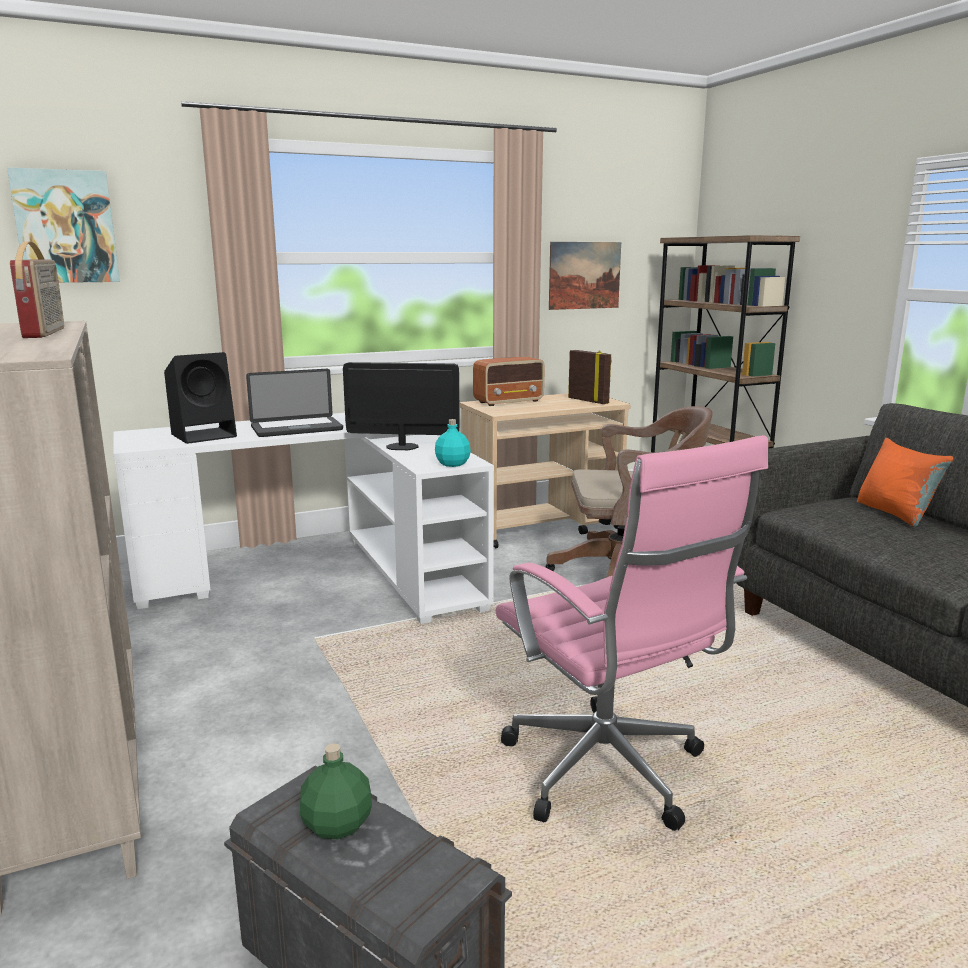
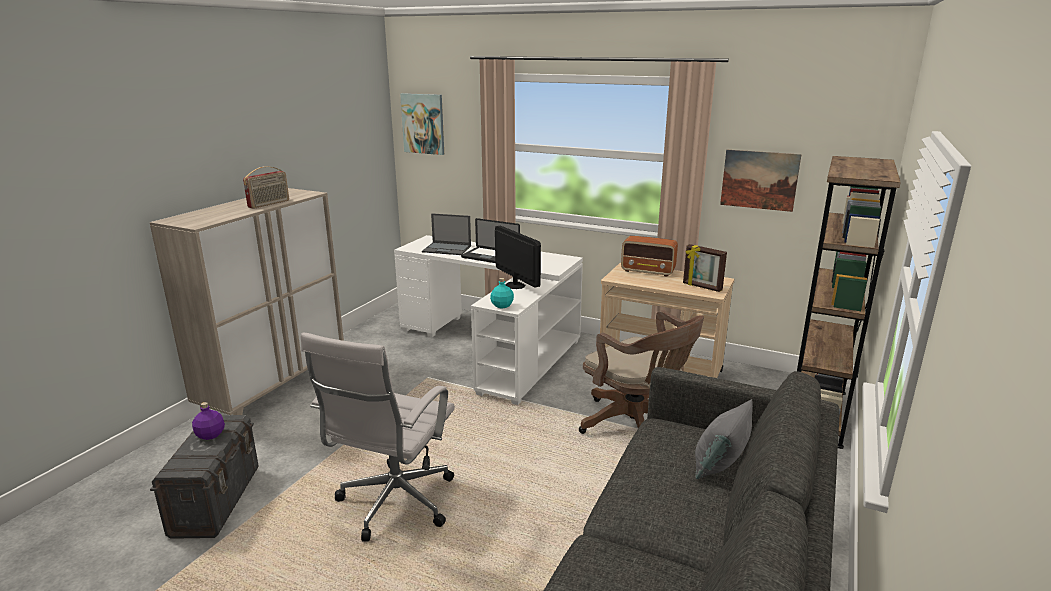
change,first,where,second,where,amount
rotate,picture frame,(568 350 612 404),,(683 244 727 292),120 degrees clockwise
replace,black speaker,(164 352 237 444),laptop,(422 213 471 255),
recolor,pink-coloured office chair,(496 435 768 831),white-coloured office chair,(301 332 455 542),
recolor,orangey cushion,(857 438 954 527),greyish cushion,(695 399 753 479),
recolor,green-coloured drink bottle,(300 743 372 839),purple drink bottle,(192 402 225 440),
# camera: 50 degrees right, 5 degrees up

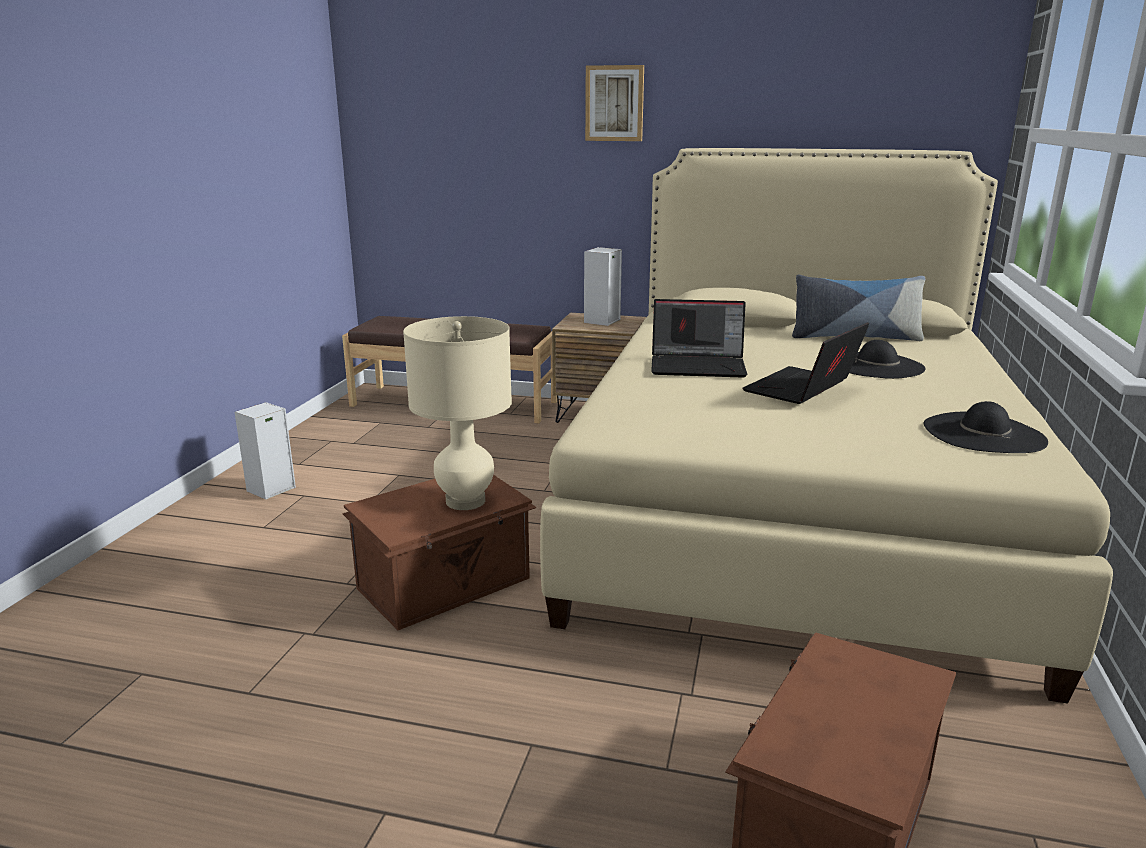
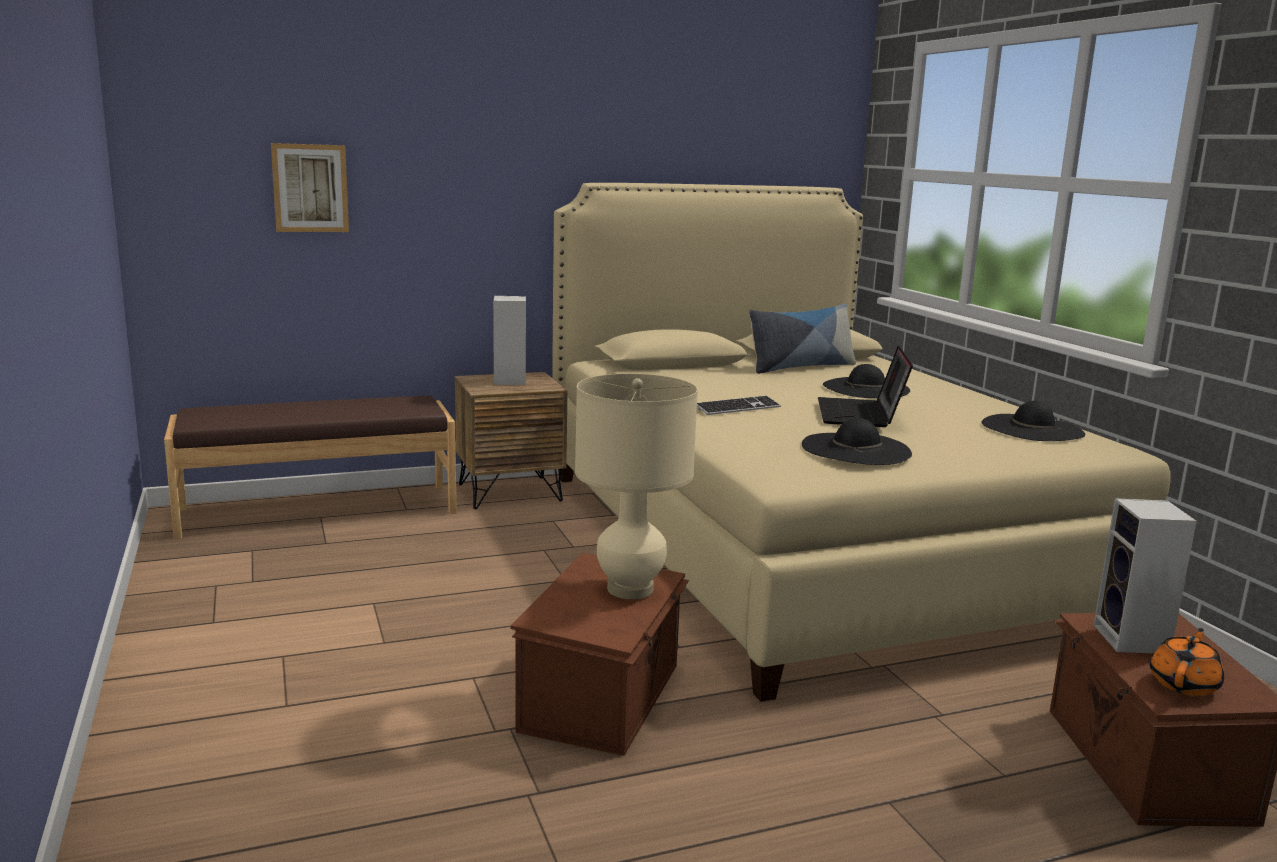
change,first,where,second,where,amount
move,wall art,(585 65 644 141),,(271 143 349 232),
replace,laptop,(651 299 747 378),keyboard,(697 396 781 415),
move,speaker,(235 402 296 500),,(1093 498 1197 654),
insert,,,black wearable hat,(802 418 912 465),
insert,,,orangey tea pot,(1150 628 1224 696),
# camera: 35 degrees left, 5 degrees down

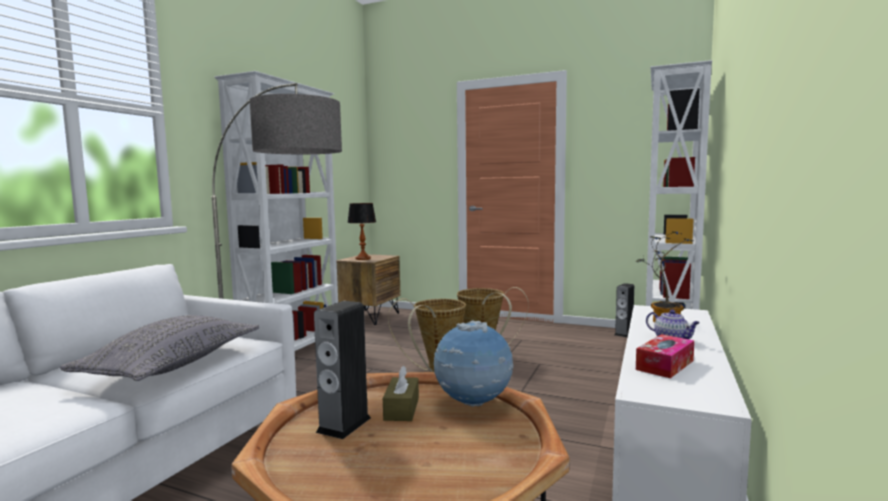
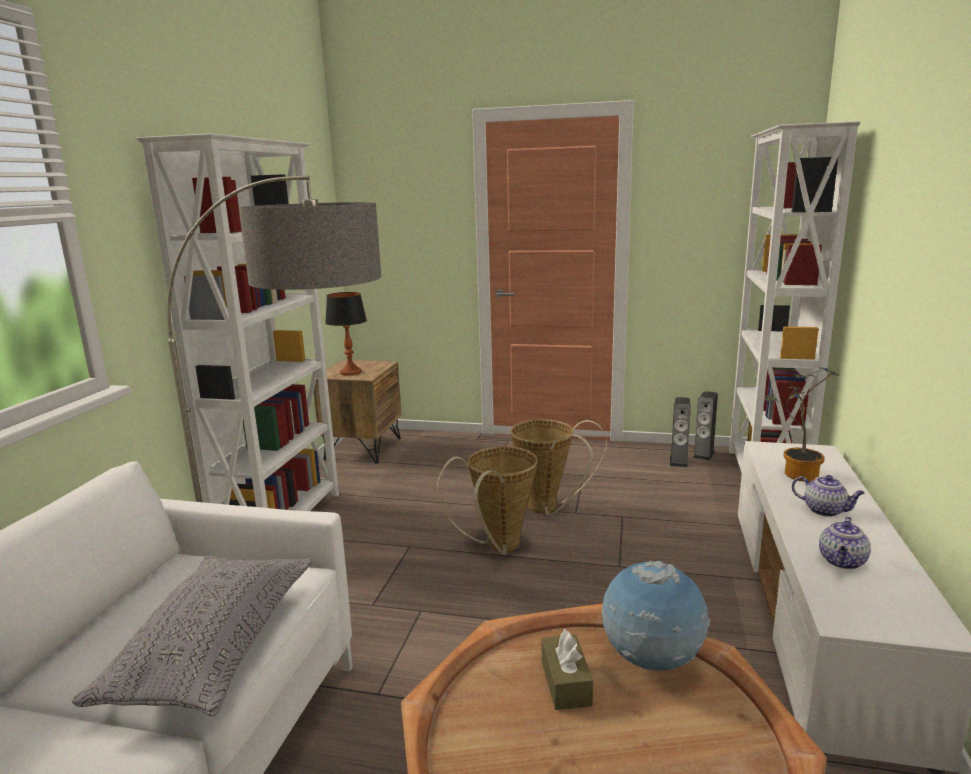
change,first,where,second,where,amount
move,speaker,(314 301 371 439),,(670 397 691 467),
replace,tissue holder,(636 334 694 378),tea pot,(819 517 871 569),
# camera: 10 degrees left, 10 degrees up

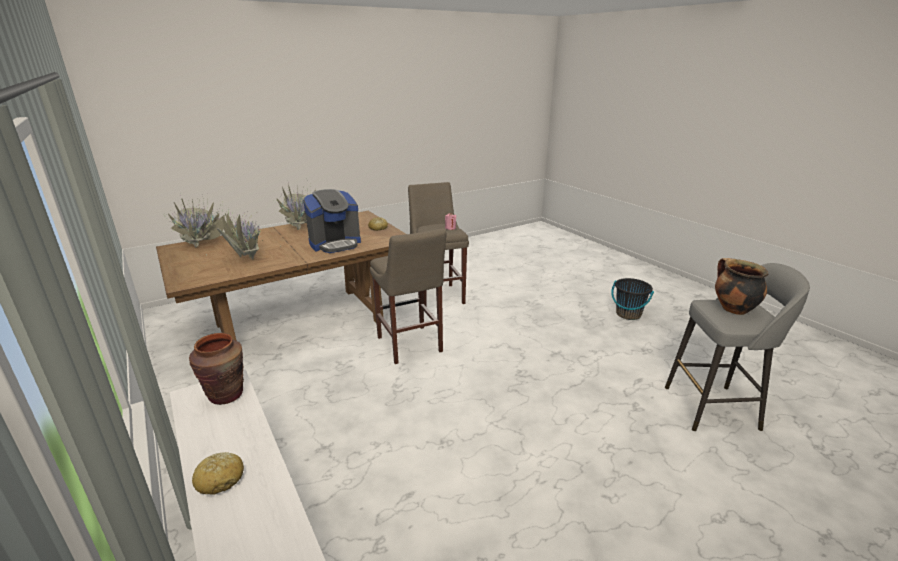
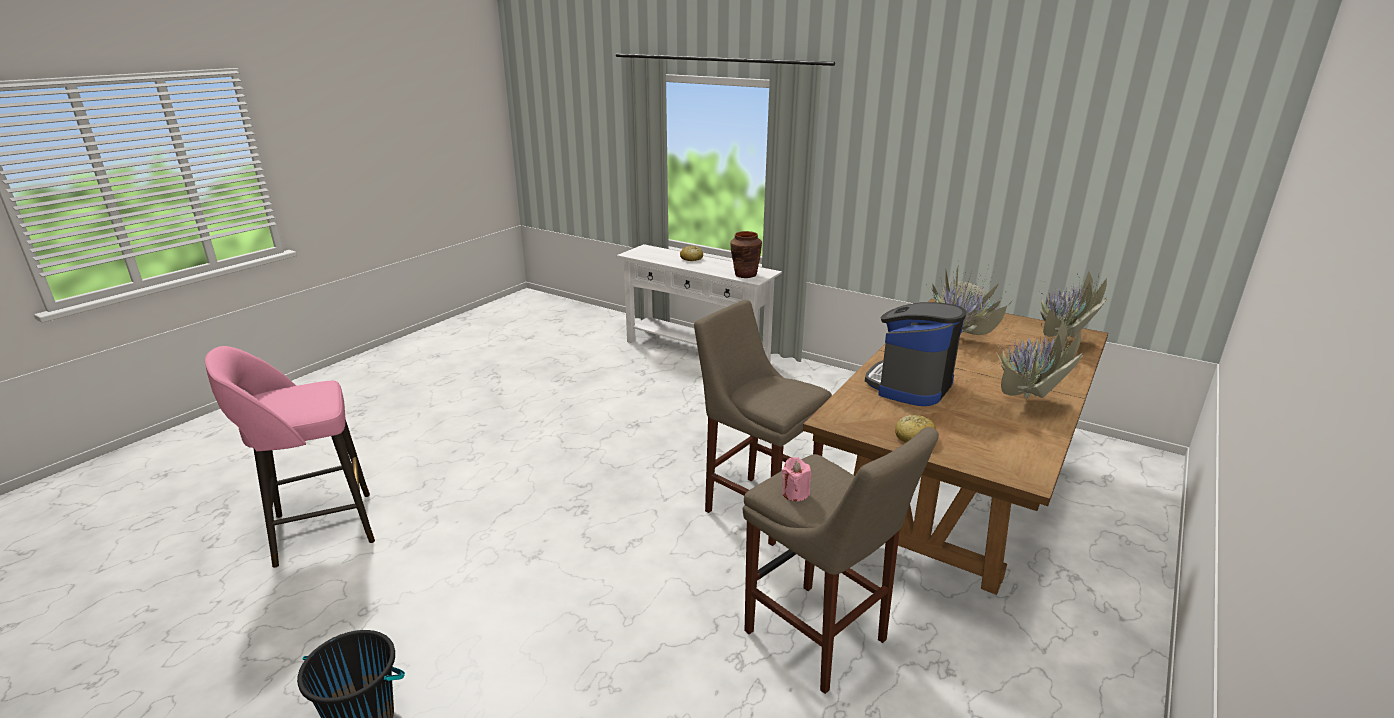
change,first,where,second,where,amount
delete,saucepot,(715 258 768 315),,,
recolor,greyish stool,(665 263 810 431),pink-coloured stool,(205 346 375 568),
# camera: 155 degrees right, 0 degrees up

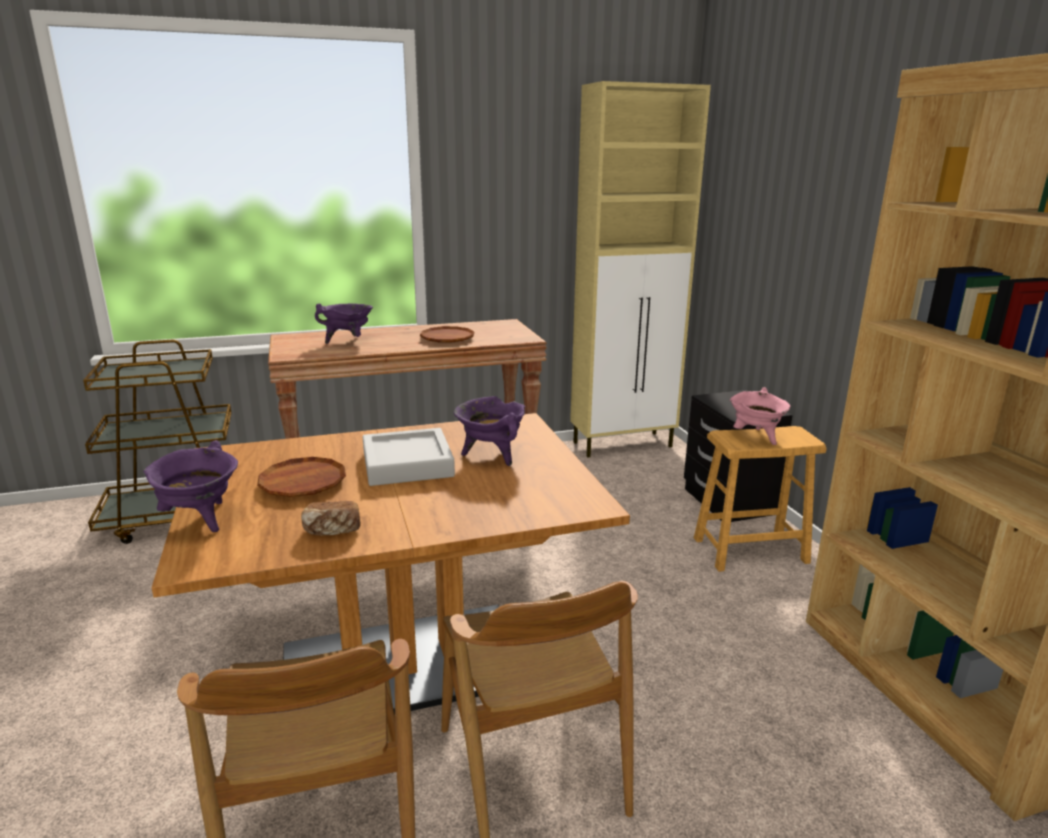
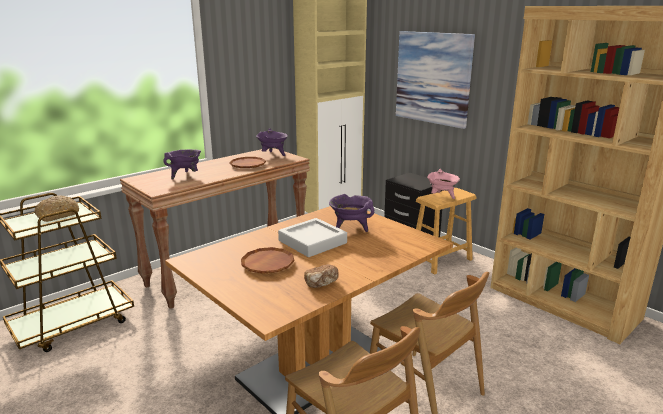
change,first,where,second,where,amount
move,purple saucepot,(143 440 238 532),,(256 128 288 156),
insert,,,wall art,(396 31 475 129),
insert,,,baked bread,(34 195 79 222),
# camera: 25 degrees left, 0 degrees up

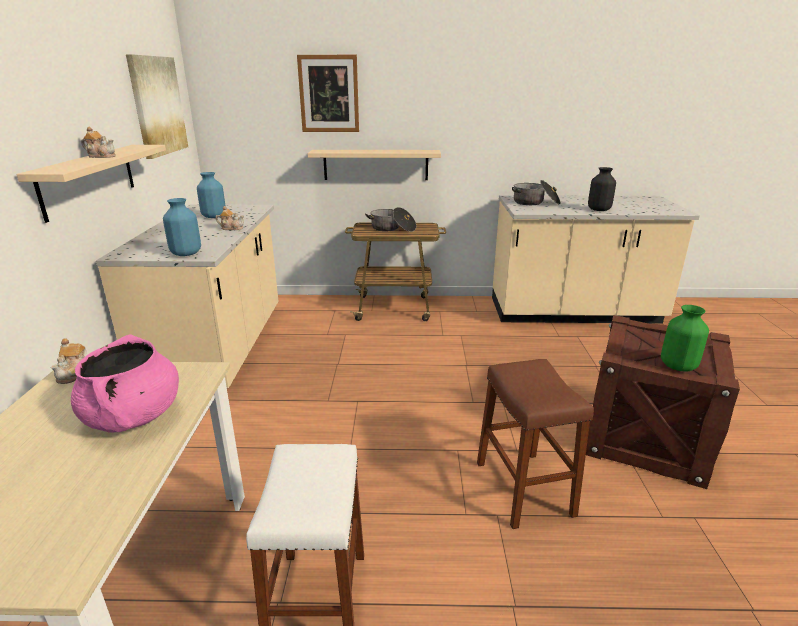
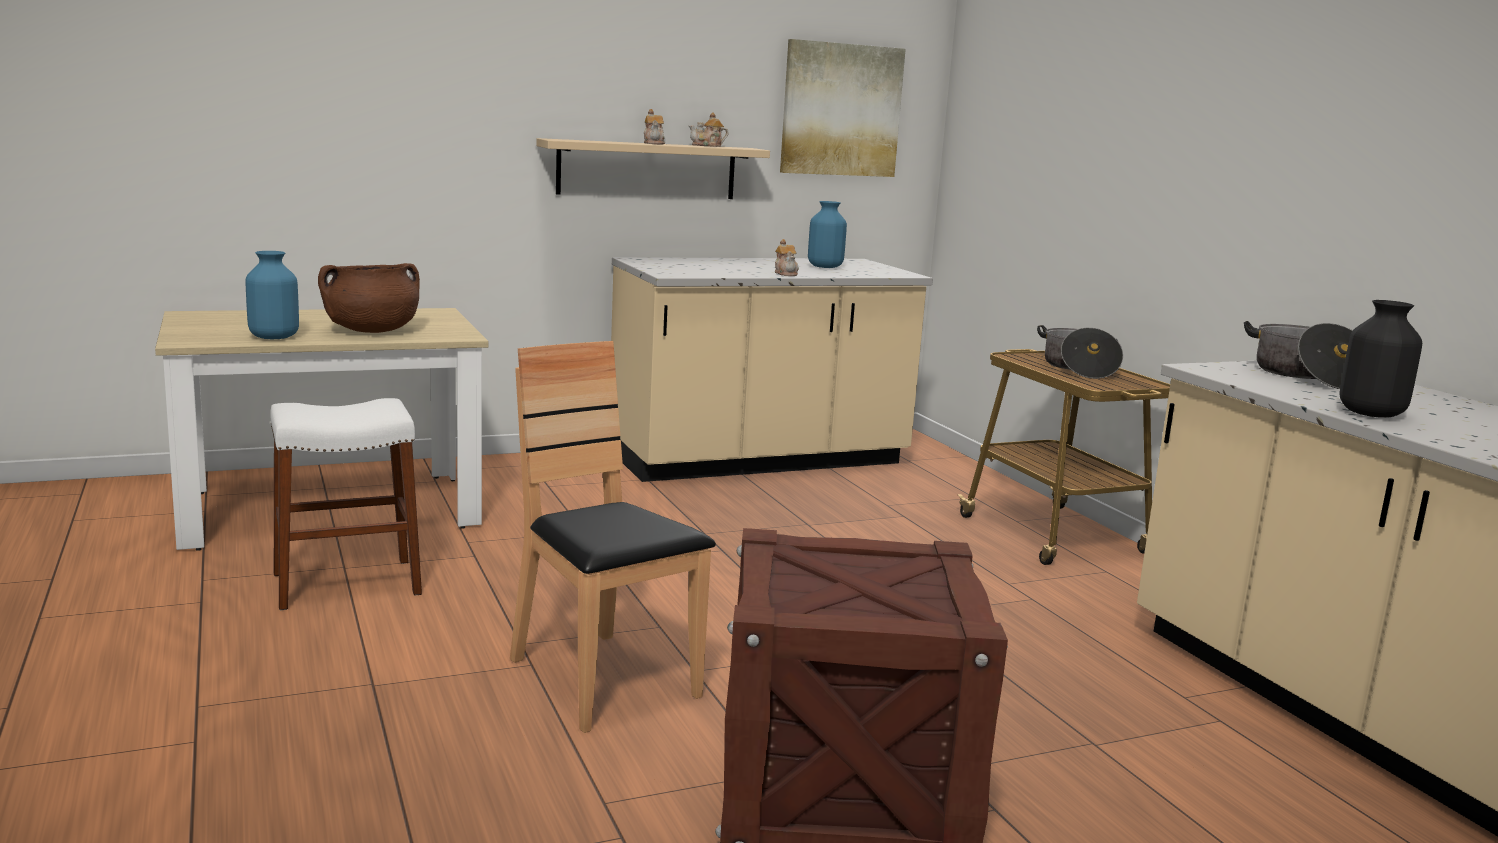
change,first,where,second,where,amount
delete,wall art,(297 55 359 132),,,
delete,beige wall shelf,(307 150 441 180),,,
move,blue-coloured flower vase,(163 198 201 256),,(245 251 299 339),
delete,green-coloured flower vase,(661 305 709 371),,,
recolor,pink-coloured saucepot,(71 334 179 433),brownish saucepot,(318 263 420 333),
move,tea pot,(51 338 86 384),,(689 113 729 147),
replace,brownish stool,(477 359 594 529),brownish chair,(510 341 716 733),
# camera: 65 degrees right, 10 degrees down

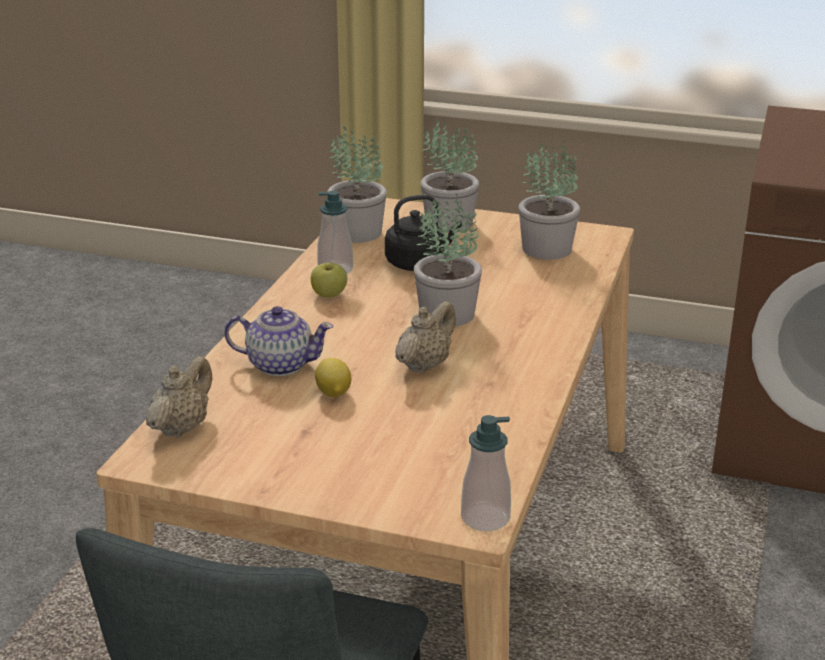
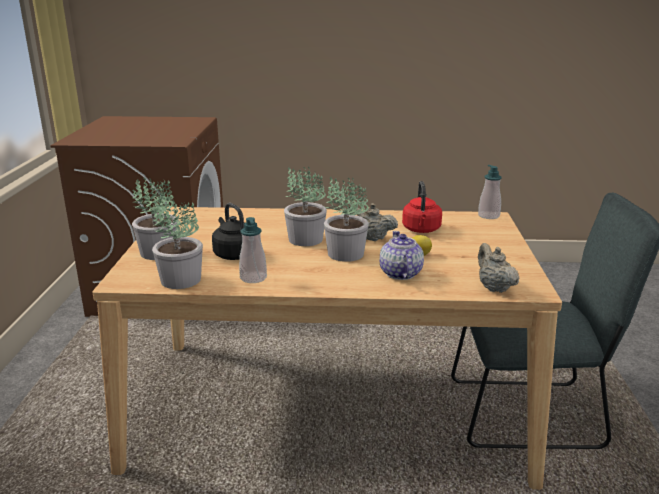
change,first,where,second,where,amount
move,houseplant,(519 139 580 260),,(324 177 369 262),
delete,apple,(311 263 347 298),,,
rotate,beige tea pot,(146 356 212 438),,(478 243 519 293),60 degrees clockwise
insert,,,reddish kettle,(402 181 442 233),
# camera: 105 degrees left, 5 degrees down

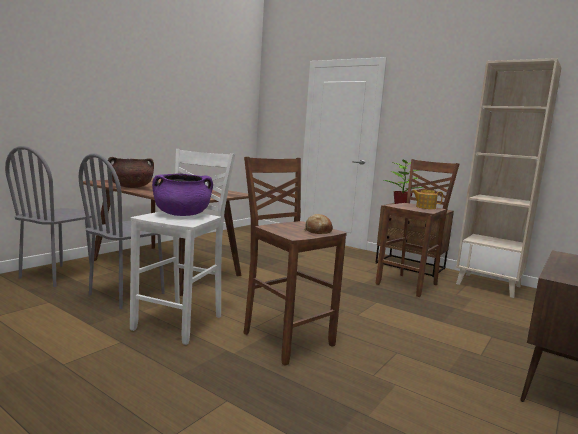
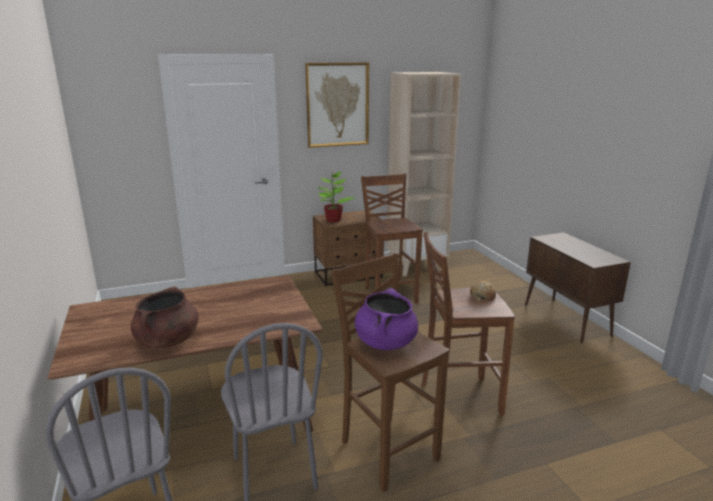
change,first,where,second,where,amount
recolor,white-coloured stool,(130 149 235 345),brownish stool,(331 253 449 492),
delete,tea pot,(411 189 443 209),,,
insert,,,wall art,(305 62 369 148),
# camera: 55 degrees left, 10 degrees up

